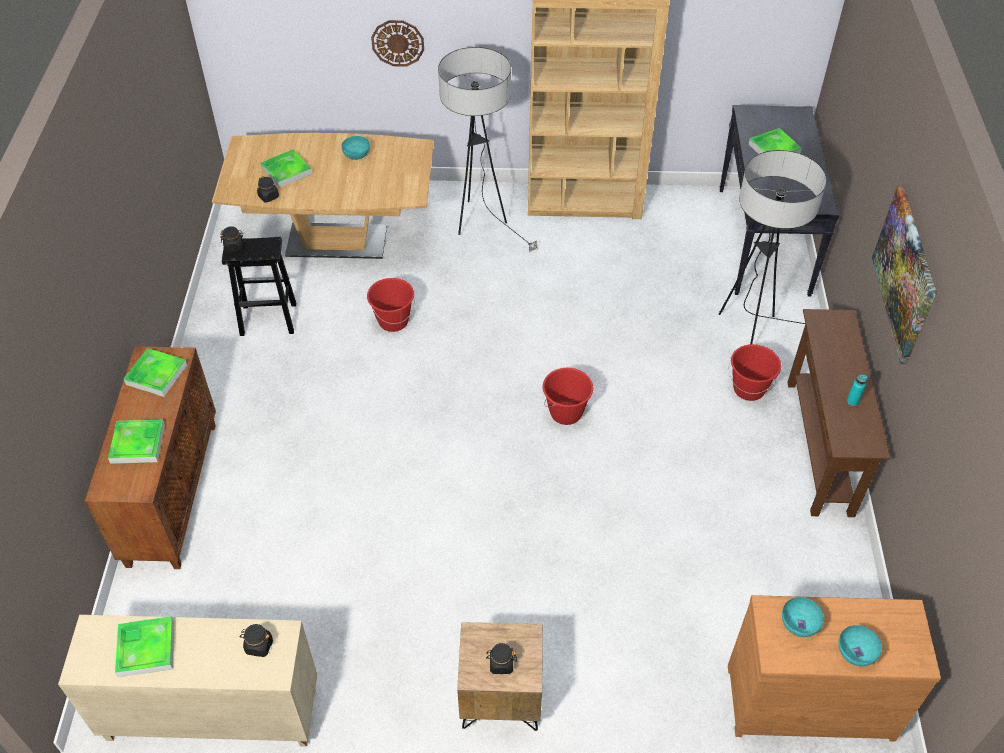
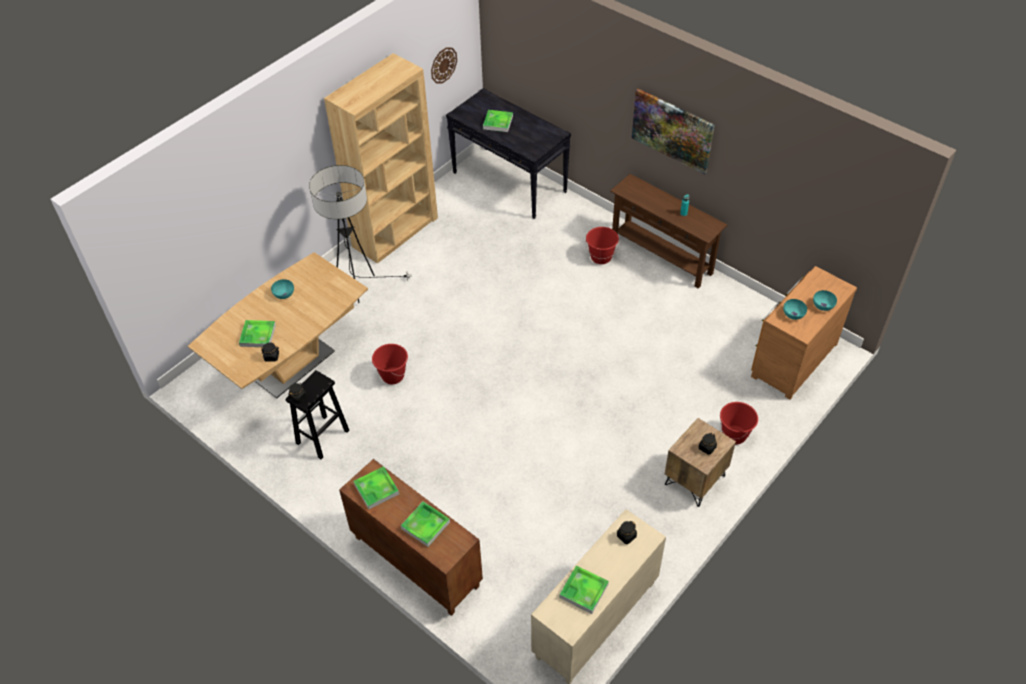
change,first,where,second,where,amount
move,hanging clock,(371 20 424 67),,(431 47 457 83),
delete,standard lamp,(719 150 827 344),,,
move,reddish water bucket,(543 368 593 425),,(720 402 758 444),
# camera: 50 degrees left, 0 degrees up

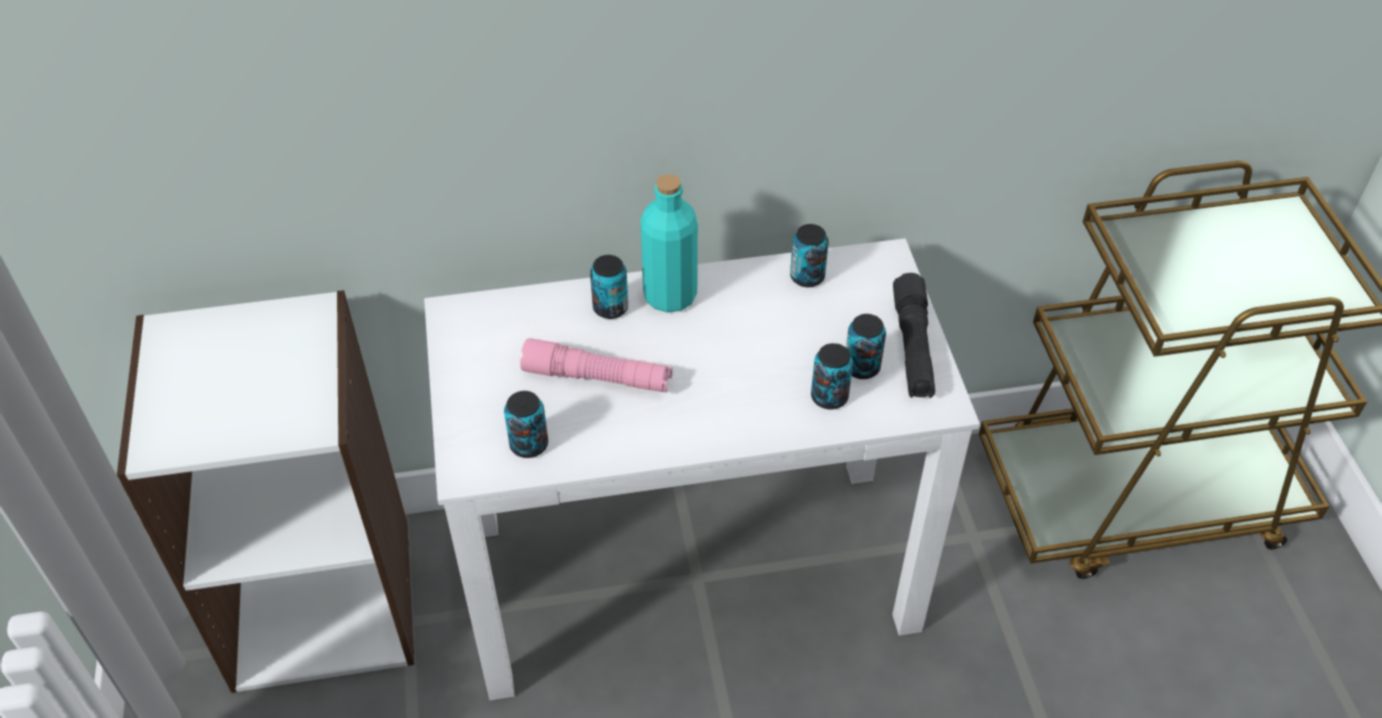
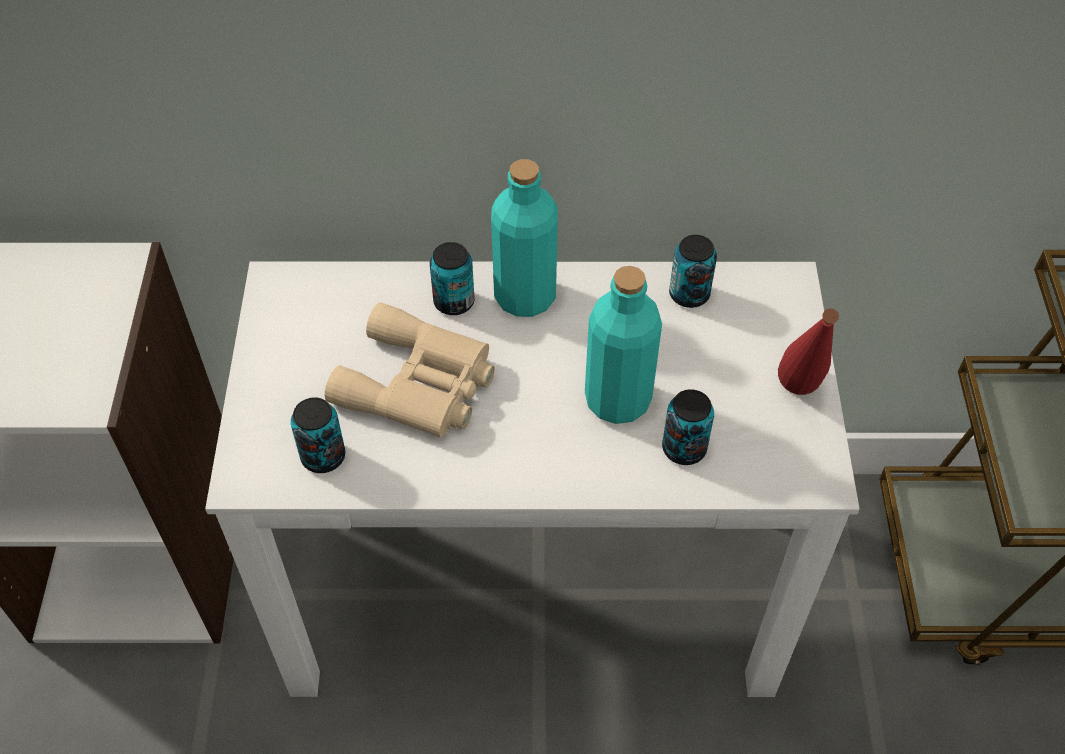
change,first,where,second,where,amount
replace,black flashlight,(893 273 935 398),reddish drink bottle,(778 308 839 395),
delete,metal can,(846 314 886 379),,,
replace,pink-coloured flashlight,(520 338 673 393),beige binoculars,(325 302 495 438),
insert,,,turquoise drink bottle,(585 266 662 424),
# camera: 10 degrees right, 5 degrees up

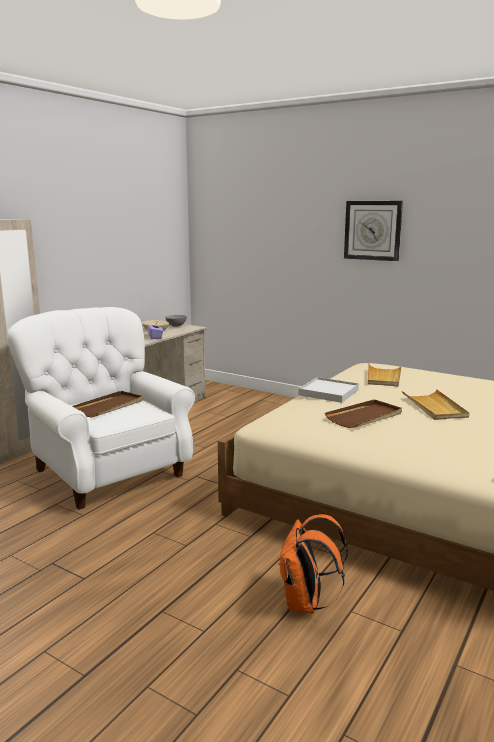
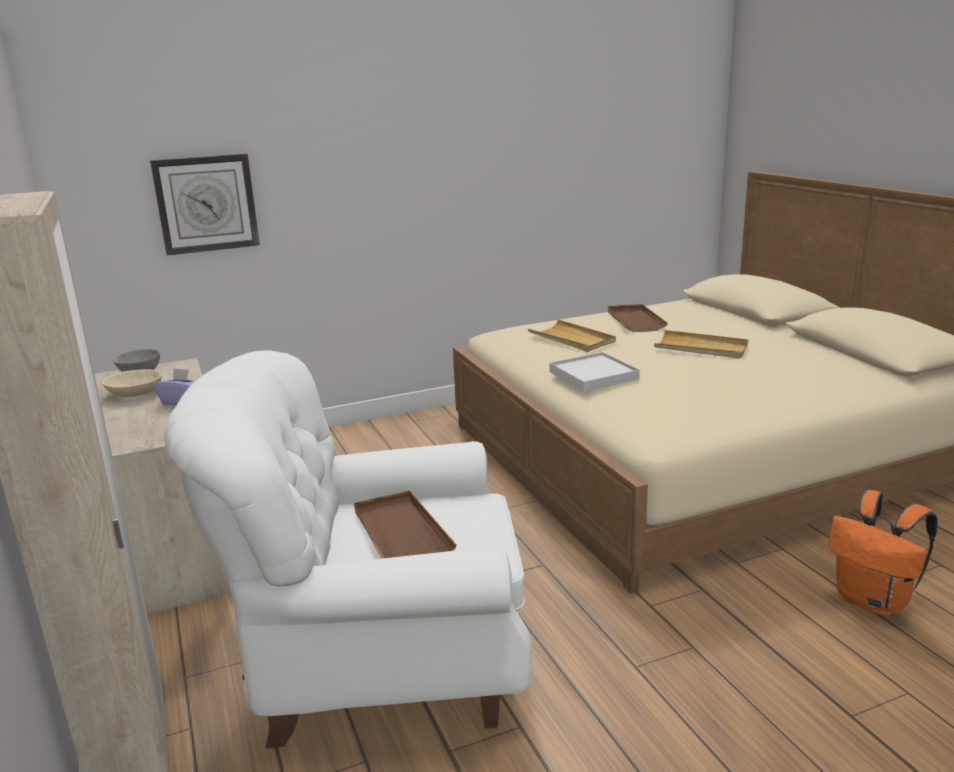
change,first,where,second,where,amount
move,hanging clock,(344 201 403 261),,(150 154 260 255),
move,brownish tray,(325 399 402 428),,(608 304 668 332),
# camera: 55 degrees left, 5 degrees up

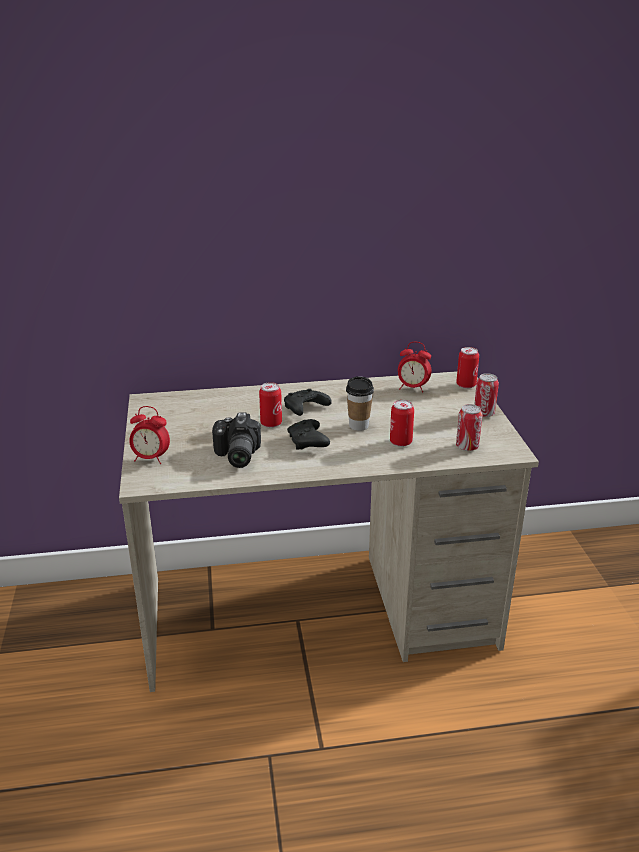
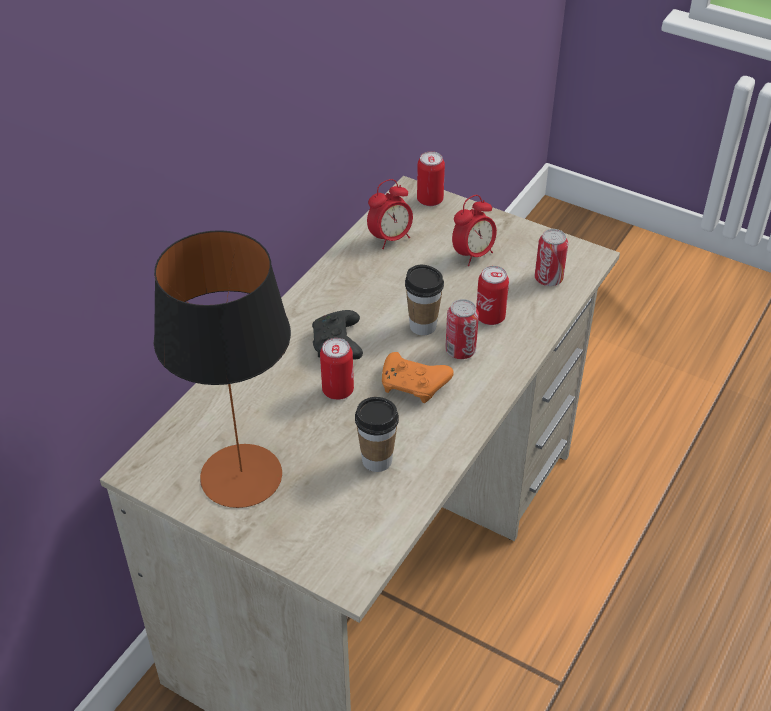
change,first,where,second,where,amount
move,metal can,(474 373 499 417),,(445 299 479 359),
move,bedside clock,(129 406 170 464),,(452 195 497 266),
replace,still camera,(212 412 261 468),cup,(355 397 399 472),
recolor,black gamepad,(287 419 330 449),orangey gamepad,(382 352 454 403),
insert,,,tabletop lamp,(154 230 291 508),
# camera: 50 degrees left, 15 degrees up

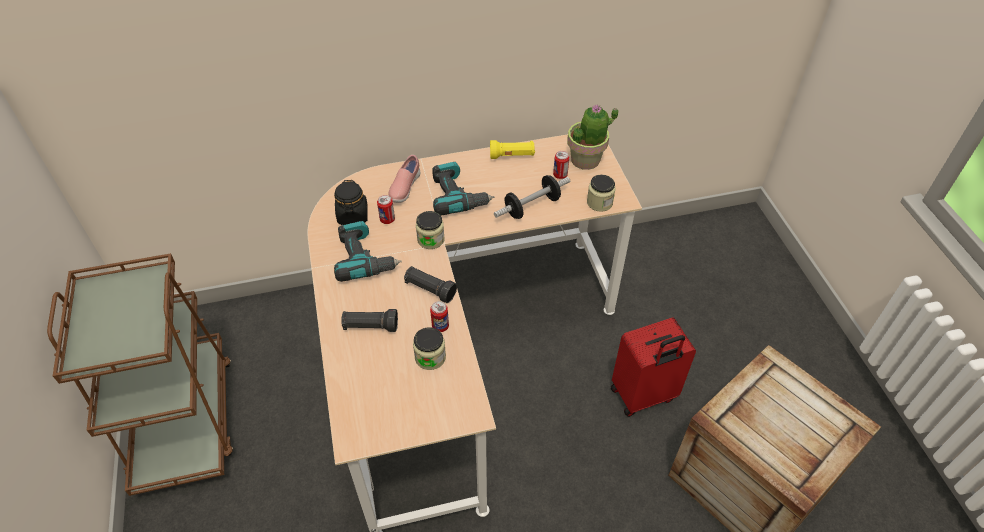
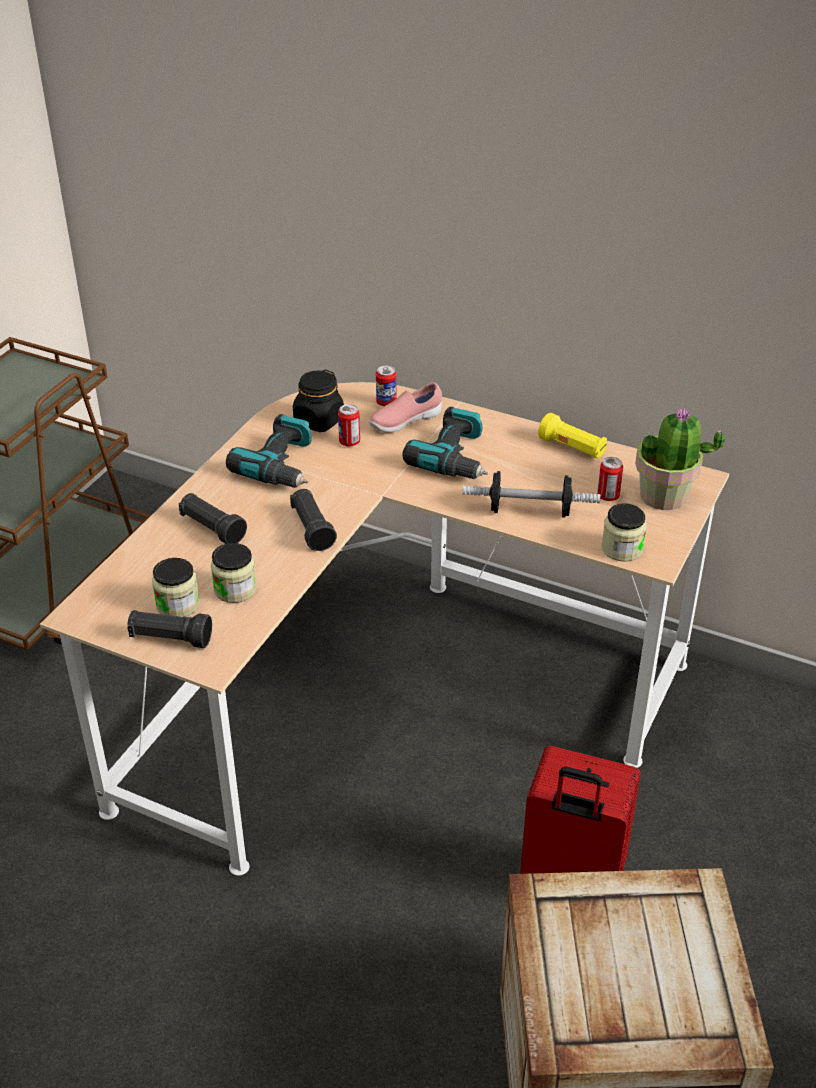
change,first,where,second,where,amount
move,jar,(416 211 445 249),,(152 558 200 617),
move,metal can,(430 301 449 332),,(376 366 396 406),
insert,,,black flashlight,(127 610 212 648),
# camera: 40 degrees right, 10 degrees down

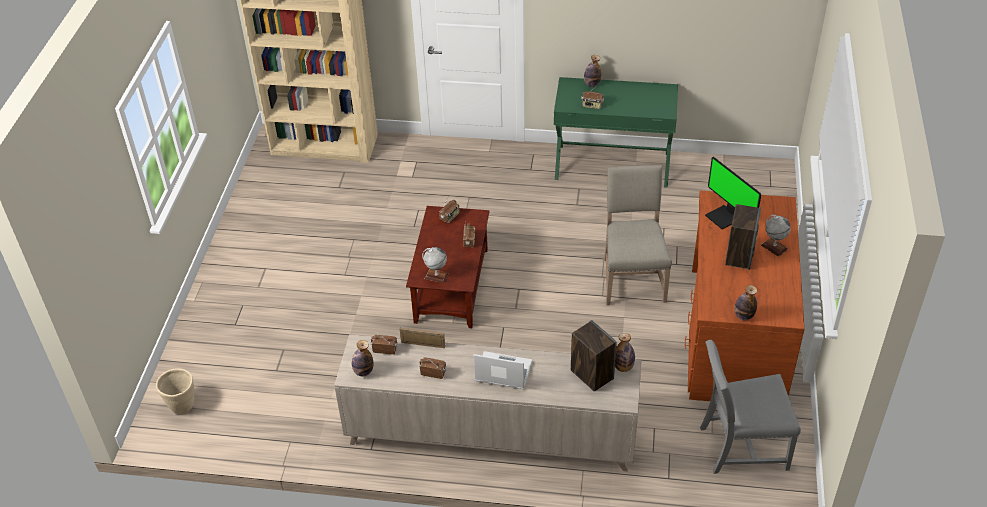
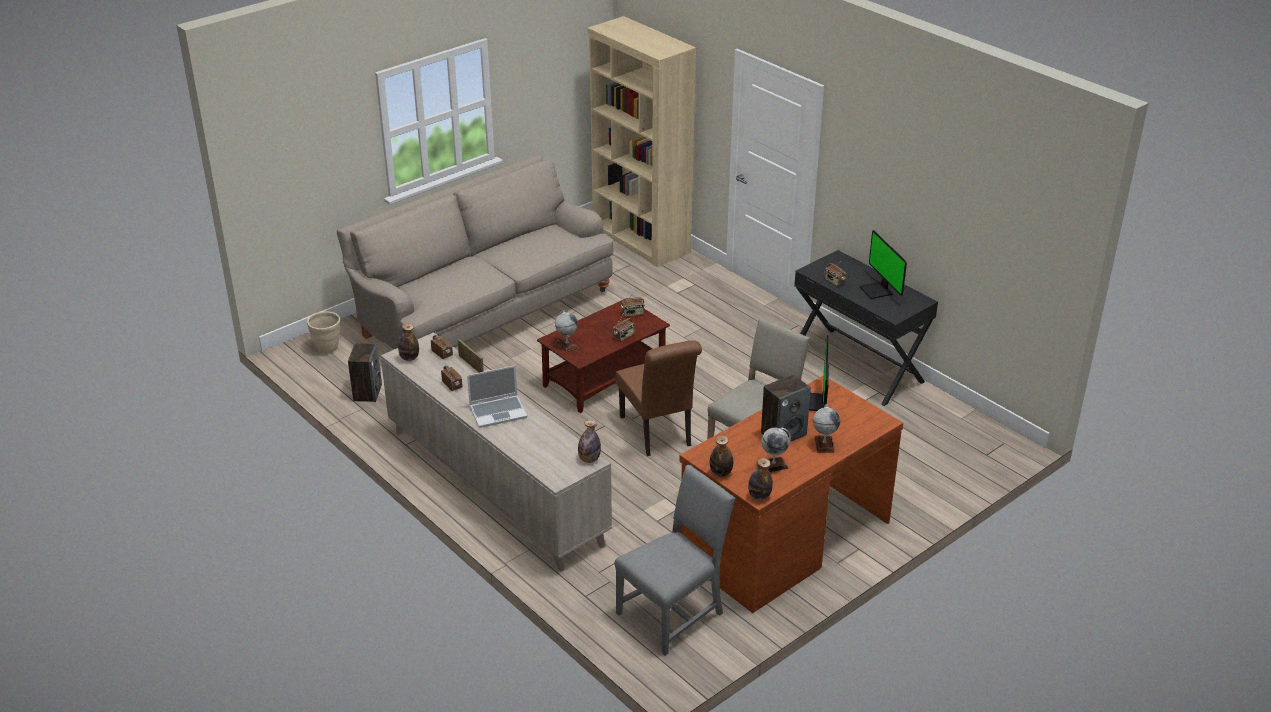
change,first,where,second,where,amount
move,drink bottle,(584 55 601 87),,(748 458 773 500),
recolor,green-coloured desk unit,(554 77 678 188),black desk unit,(794 250 938 406),
move,speaker,(571 320 617 392),,(348 343 382 402),
rotate,greyish chair,(700 340 801 474),,(614 465 736 655),105 degrees clockwise
rotate,laptop,(474 351 532 389),,(467 365 527 428),105 degrees clockwise
insert,,,beige couch,(337 155 614 349),
insert,,,monitor,(859 230 907 299),
insert,,,brownish chair,(616 341 702 456),
insert,,,globe,(761 428 791 472),
# camera: 40 degrees right, 10 degrees down

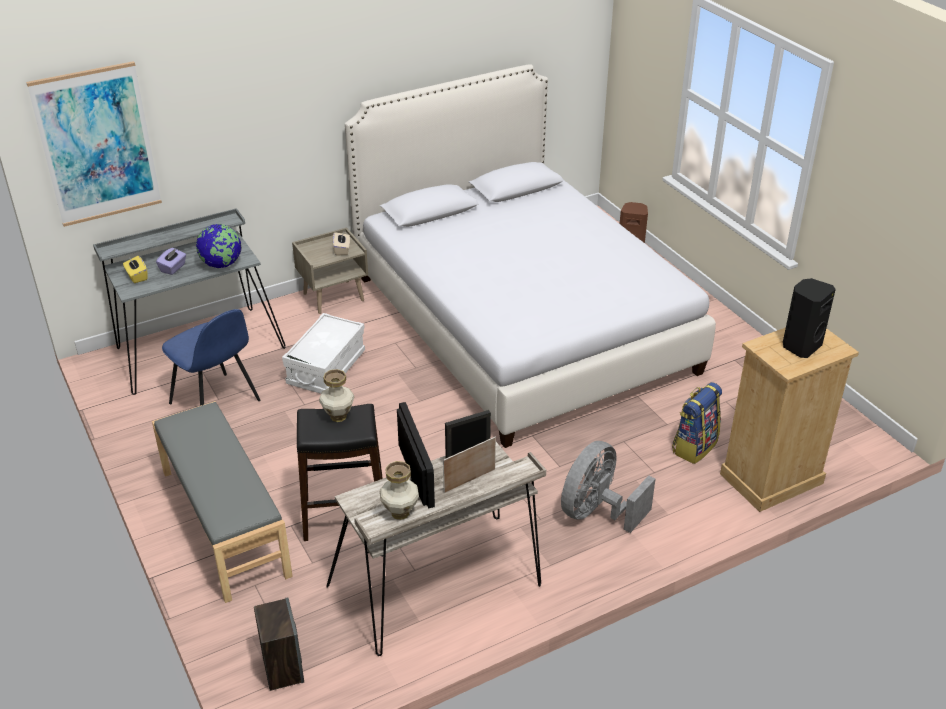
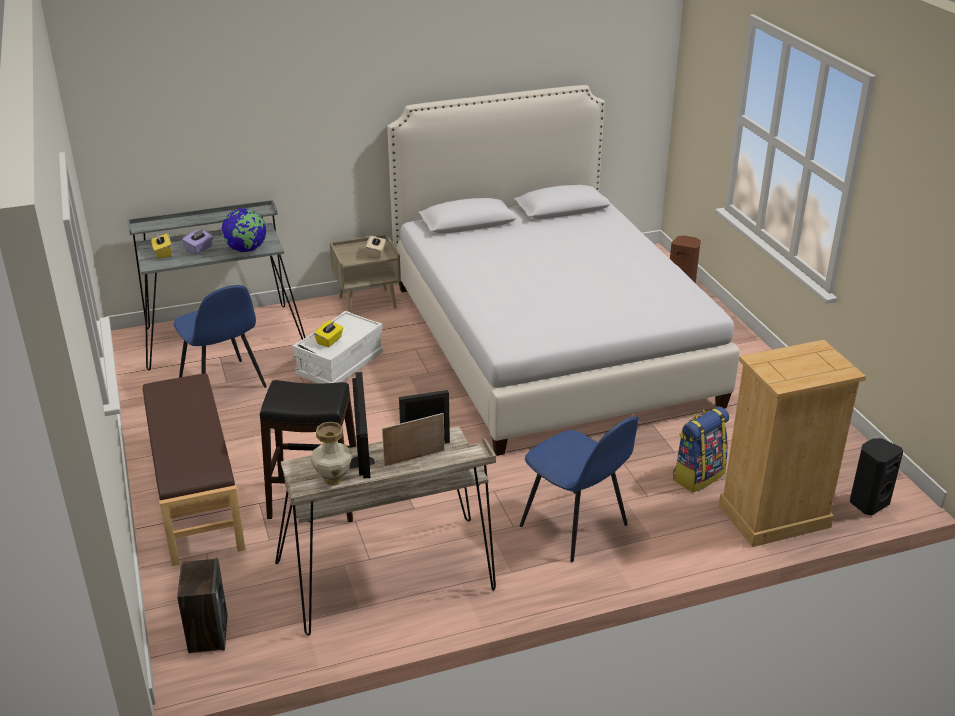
change,first,where,second,where,amount
delete,wall art,(26 61 162 227),,,
move,black speaker,(783 278 836 358),,(850 438 903 515),
delete,flower vase,(319 369 354 422),,,
recolor,greyish indoor bench,(152 401 293 603),brownish indoor bench,(142 373 246 566),
replace,greyish fan,(561 441 655 533),blue-coloured chair,(520 416 639 562),
insert,,,yellow tissue holder,(314 320 343 347),
# camera: 10 degrees right, 5 degrees down

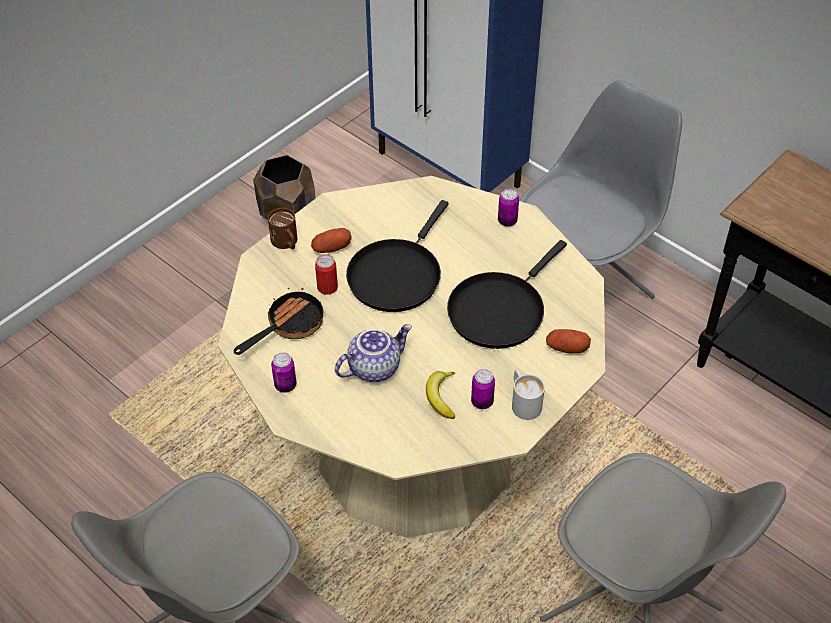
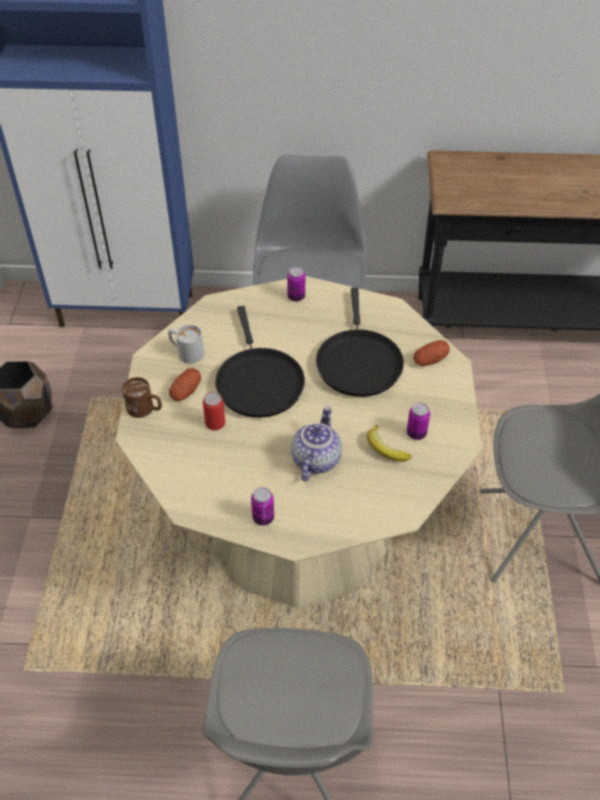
change,first,where,second,where,amount
delete,frying pan,(234 283 324 355),,,
move,white-coloured tea mug,(512 369 545 420),,(168 325 204 364),
# camera: 40 degrees left, 0 degrees up

